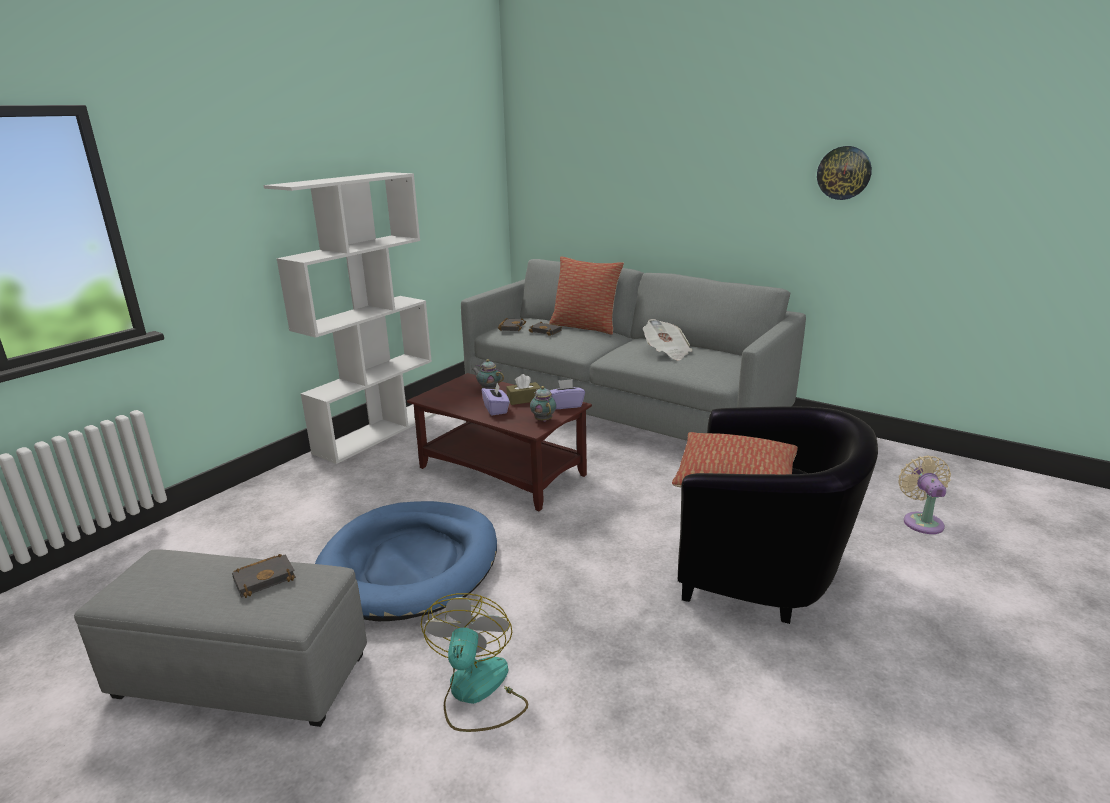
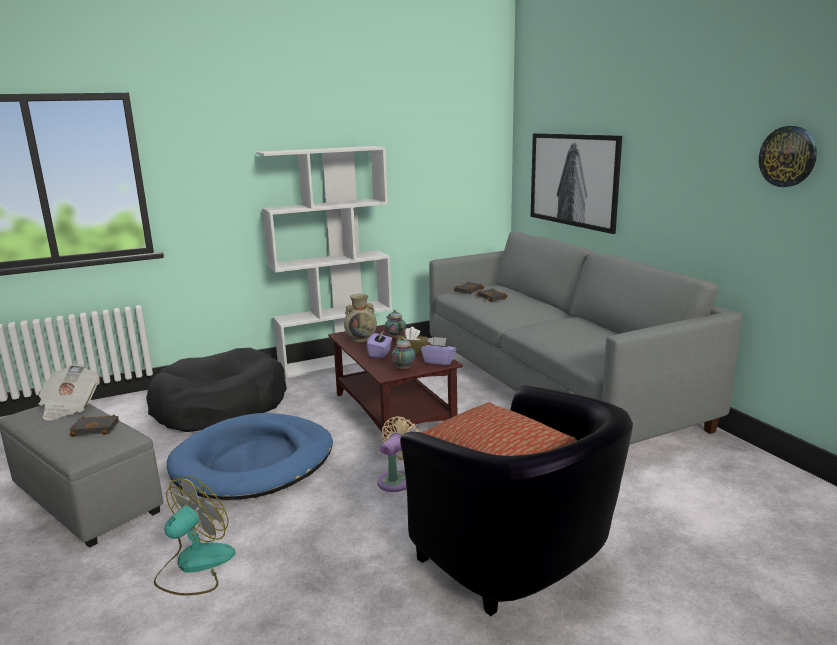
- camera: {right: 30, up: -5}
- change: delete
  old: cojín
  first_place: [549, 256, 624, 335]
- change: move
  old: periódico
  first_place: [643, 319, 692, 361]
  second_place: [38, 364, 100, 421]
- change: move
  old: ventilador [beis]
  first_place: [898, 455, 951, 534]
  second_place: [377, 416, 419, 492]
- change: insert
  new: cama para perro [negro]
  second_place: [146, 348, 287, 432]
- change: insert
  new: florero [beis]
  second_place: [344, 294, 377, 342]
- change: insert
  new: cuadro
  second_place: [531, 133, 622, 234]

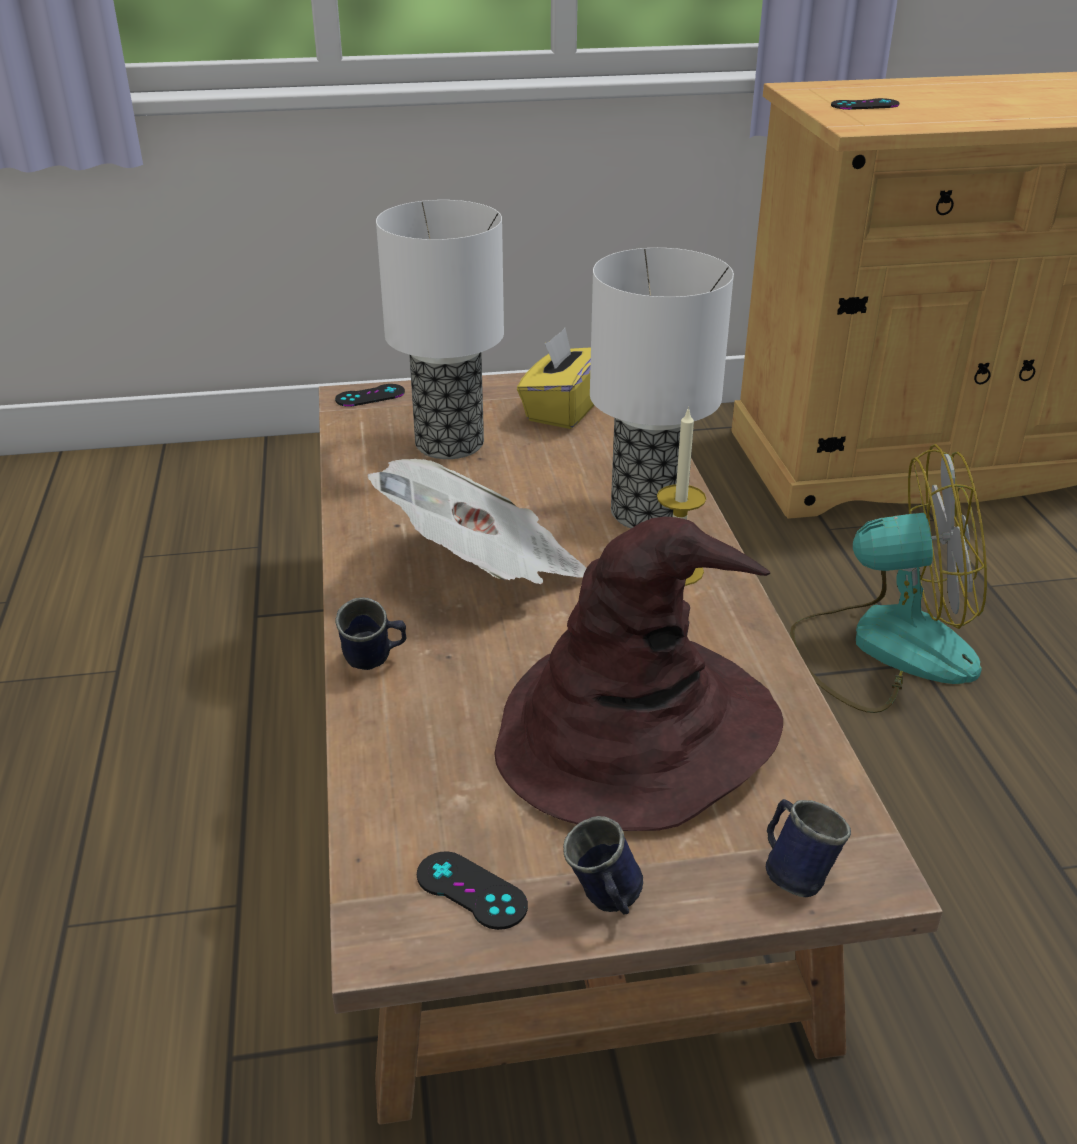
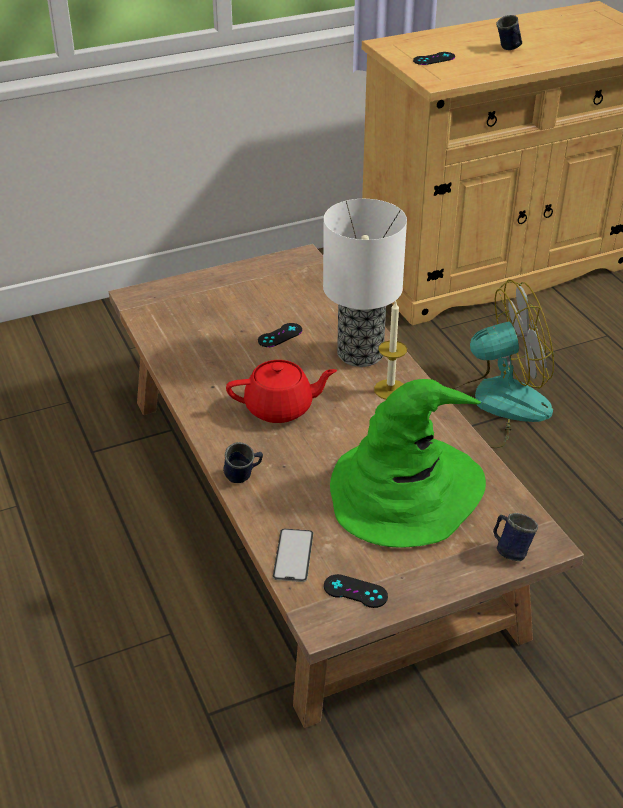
- camera: {right: -15, up: 5}
- change: move
  old: mando de consola [negro]
  first_place: [335, 384, 405, 407]
  second_place: [258, 323, 302, 347]
- change: replace
  old: periódico
  new: tetera [rojo]
  first_place: [368, 459, 586, 584]
  second_place: [226, 360, 337, 423]
- change: delete
  old: lámpara de mesa
  first_place: [376, 200, 504, 459]
- change: recolor
  old: sombrero [marrón]
  new: sombrero [verde]
  first_place: [494, 517, 783, 831]
  second_place: [330, 379, 486, 548]
- change: delete
  old: caja de pañuelos [amarillo]
  first_place: [517, 328, 594, 429]
- change: move
  old: taza grande [azul]
  first_place: [563, 816, 643, 915]
  second_place: [496, 15, 522, 50]
- change: insert
  new: móvil
  second_place: [273, 529, 313, 582]

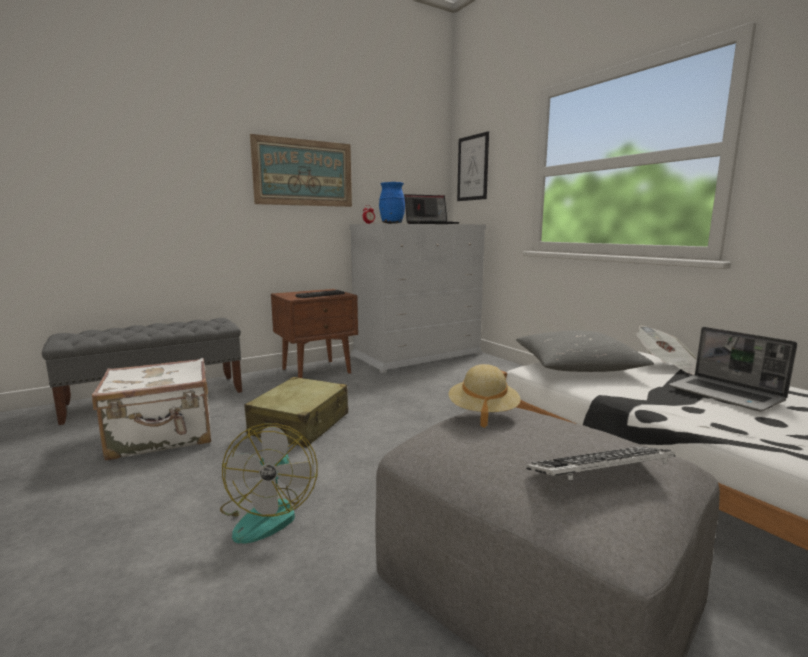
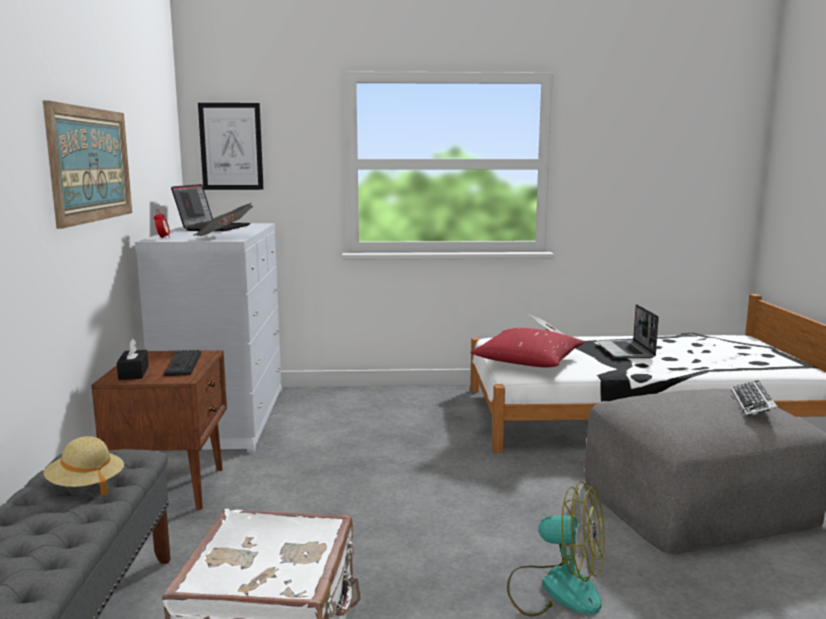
- camera: {right: -60, up: 0}
- change: delete
  old: maleta [beis]
  first_place: [245, 377, 348, 447]
- change: replace
  old: florero [azul]
  new: periódico
  first_place: [379, 182, 405, 224]
  second_place: [194, 203, 253, 236]
- change: move
  old: sombrero [beis]
  first_place: [449, 364, 521, 428]
  second_place: [44, 436, 124, 496]
- change: recolor
  old: cojín [gris]
  new: cojín [rojo]
  first_place: [516, 331, 654, 372]
  second_place: [470, 328, 585, 367]
- change: rotate
  old: portátil
  first_place: [669, 327, 797, 411]
  second_place: [596, 304, 659, 358]
  degrees: 90
- change: insert
  new: caja de pañuelos [negro]
  second_place: [117, 338, 149, 380]

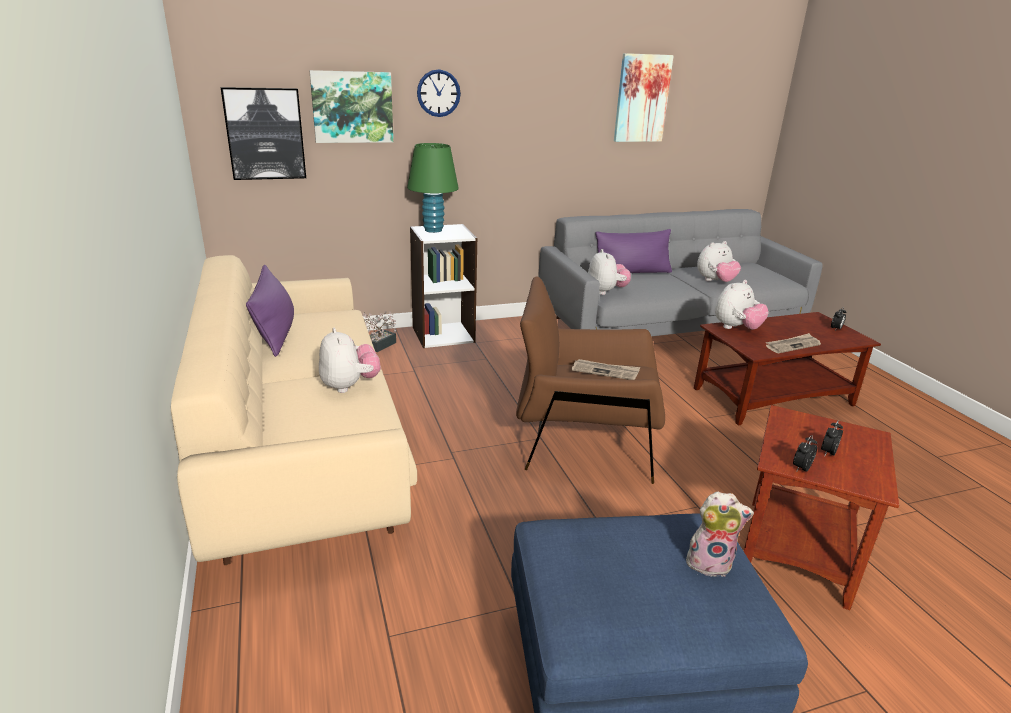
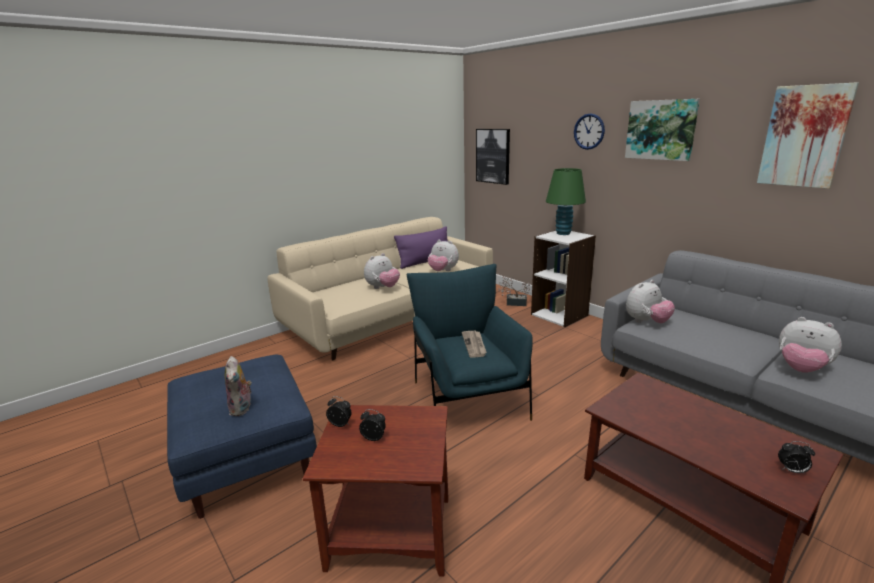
- camera: {right: 70, up: -5}
- change: move
  old: cuadro
  first_place: [309, 70, 393, 143]
  second_place: [625, 99, 700, 161]
- change: recolor
  old: sillón [marrón]
  new: sillón [azul]
  first_place: [516, 276, 665, 484]
  second_place: [406, 264, 533, 421]
- change: delete
  old: cojín [morado]
  first_place: [595, 229, 672, 273]
- change: move
  old: peluche
  first_place: [715, 280, 769, 330]
  second_place: [428, 240, 459, 271]
- change: delete
  old: periódico
  first_place: [766, 333, 821, 353]

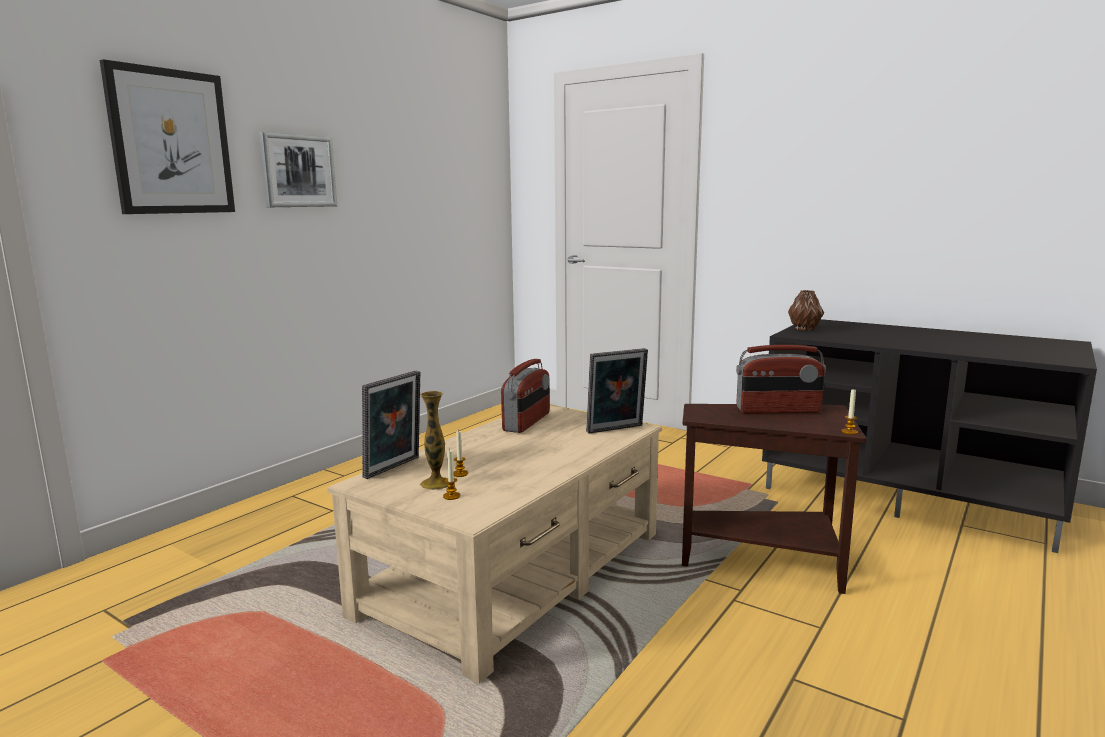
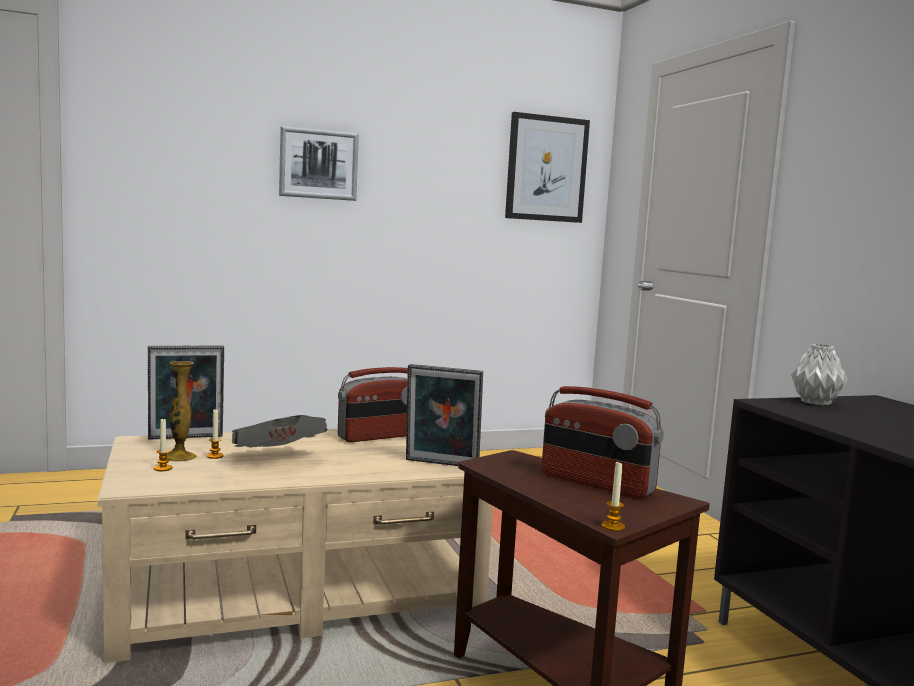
- camera: {right: 35, up: -5}
- change: move
  old: cuadro
  first_place: [100, 59, 235, 214]
  second_place: [505, 112, 590, 223]
- change: recolor
  old: florero [marrón]
  new: florero [gris]
  first_place: [788, 290, 824, 331]
  second_place: [791, 344, 848, 406]
- change: insert
  new: periódico
  second_place: [232, 415, 328, 447]

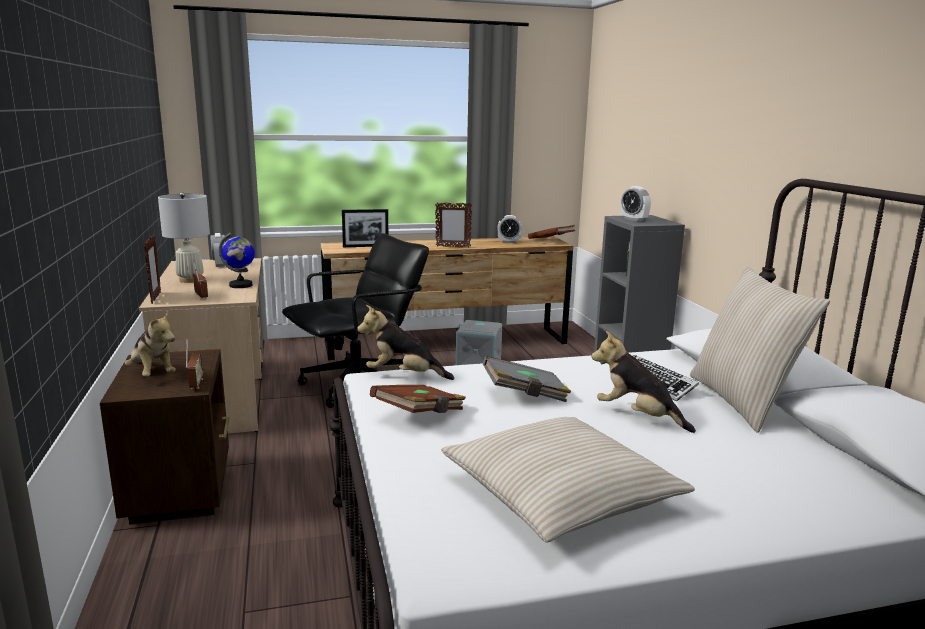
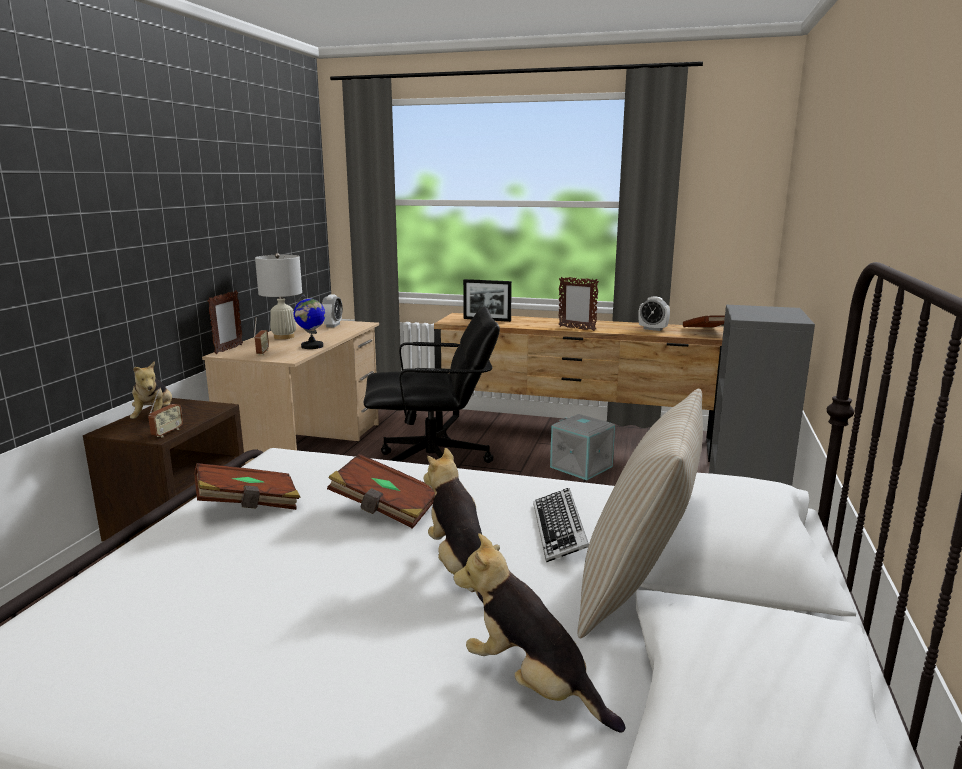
- camera: {right: 30, up: 0}
- change: move
  old: peluche
  first_place: [357, 305, 454, 380]
  second_place: [454, 533, 626, 733]
- change: delete
  old: cojín [beis]
  first_place: [441, 417, 695, 542]
- change: recolor
  old: libro [gris]
  new: libro [marrón]
  first_place: [483, 356, 571, 402]
  second_place: [327, 454, 435, 529]
- change: delete
  old: despertador
  first_place: [621, 186, 651, 221]

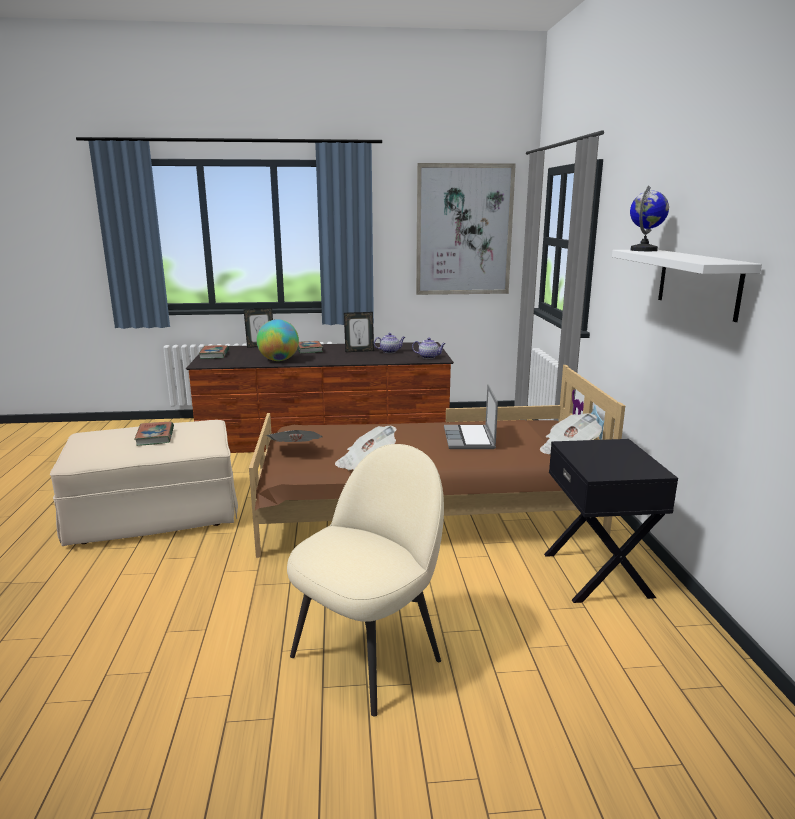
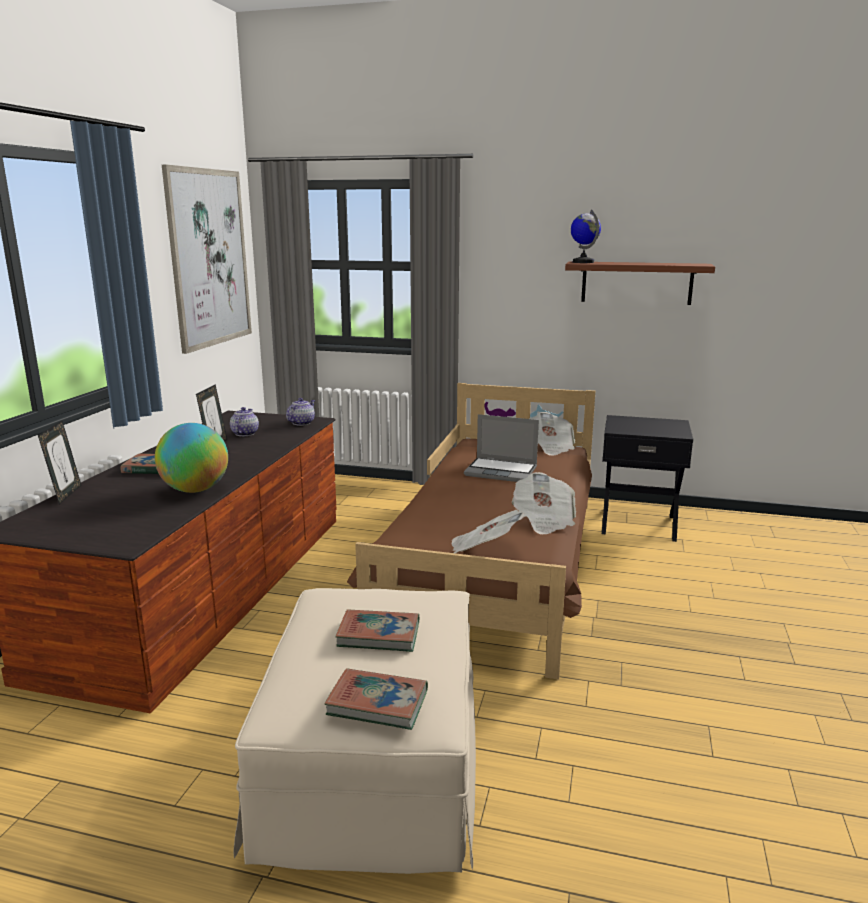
- camera: {right: -70, up: 0}
- change: move
  old: libro
  first_place: [198, 345, 229, 359]
  second_place: [325, 668, 428, 730]
- change: delete
  old: silla [beis]
  first_place: [287, 444, 444, 716]
- change: recolor
  old: estante [blanco]
  new: estante [marrón]
  first_place: [612, 250, 762, 322]
  second_place: [565, 261, 715, 305]

